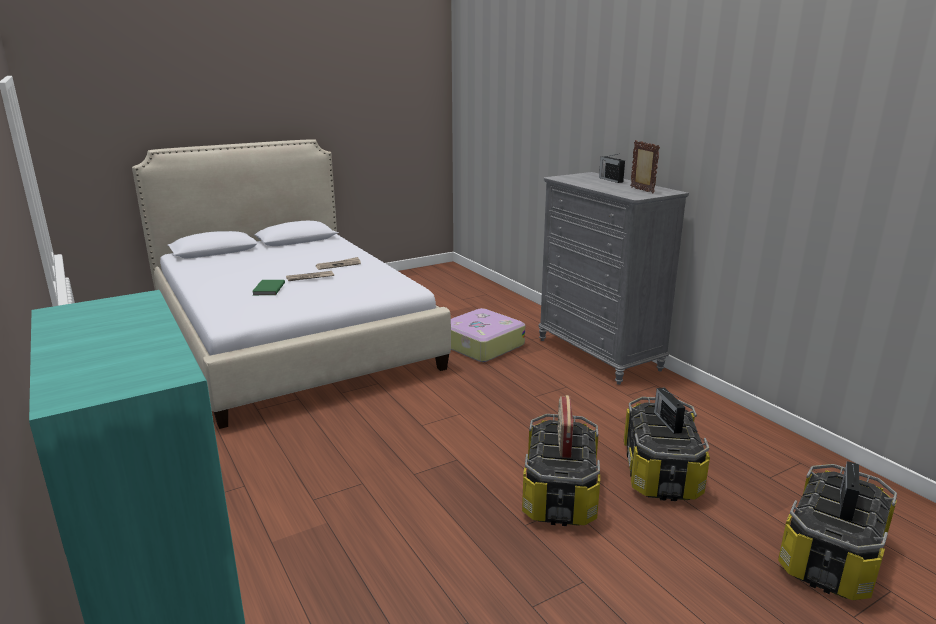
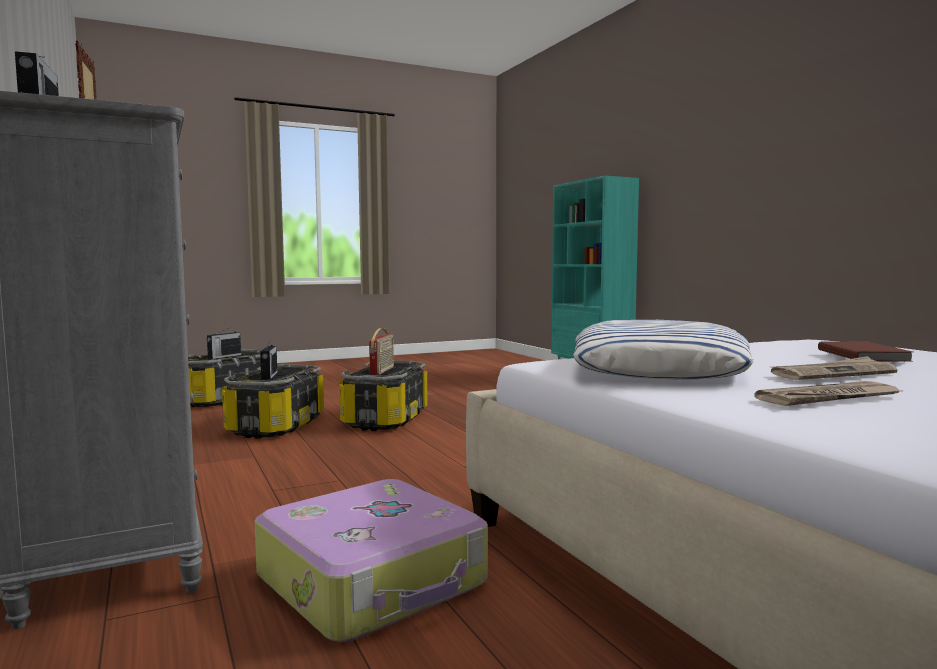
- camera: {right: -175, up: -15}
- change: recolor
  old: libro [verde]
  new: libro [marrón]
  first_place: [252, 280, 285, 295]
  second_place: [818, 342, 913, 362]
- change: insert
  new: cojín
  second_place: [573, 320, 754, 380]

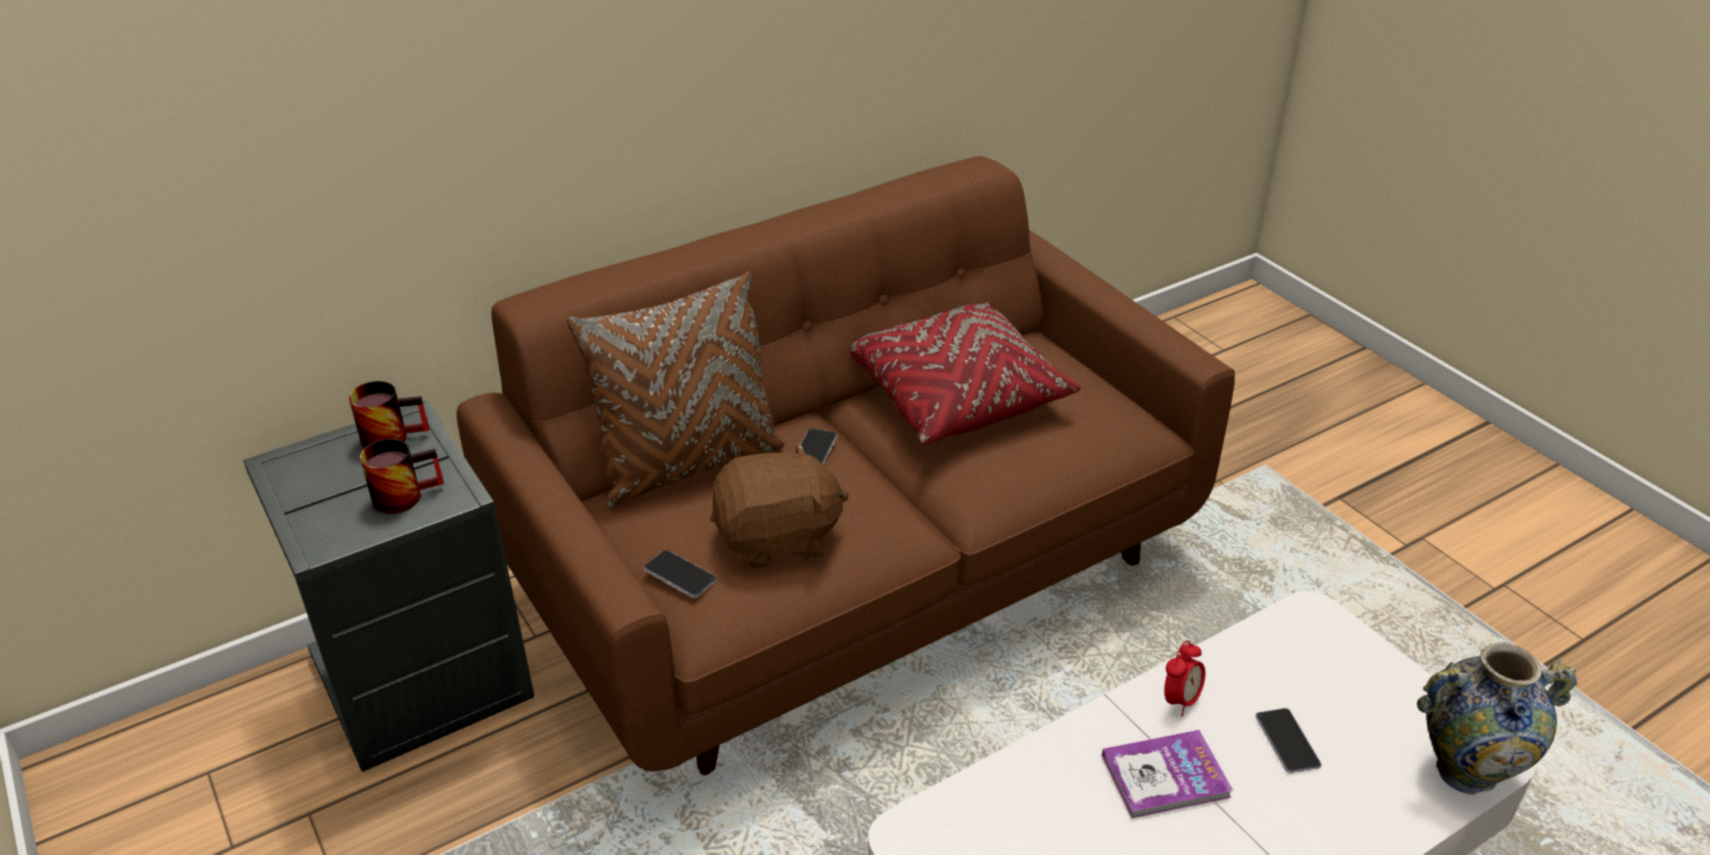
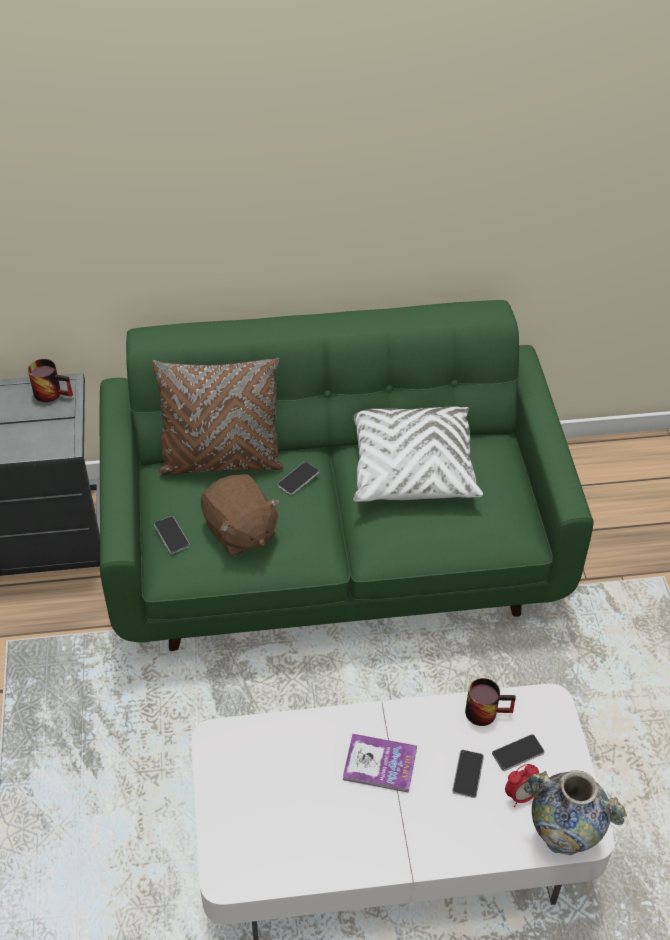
- camera: {right: 25, up: 10}
- change: move
  old: taza grande
  first_place: [360, 439, 444, 514]
  second_place: [465, 678, 516, 726]
- change: recolor
  old: sofá [marrón]
  new: sofá [verde]
  first_place: [457, 156, 1235, 775]
  second_place: [100, 300, 594, 651]
- change: rotate
  old: peluche [marrón]
  first_place: [710, 441, 849, 568]
  second_place: [201, 474, 280, 556]
  degrees: 45
- change: recolor
  old: cojín [rojo]
  new: cojín [blanco]
  first_place: [850, 302, 1081, 444]
  second_place: [353, 406, 483, 502]
- change: move
  old: despertador
  first_place: [1164, 640, 1205, 716]
  second_place: [505, 764, 540, 807]
- change: insert
  new: móvil
  second_place: [492, 734, 545, 771]

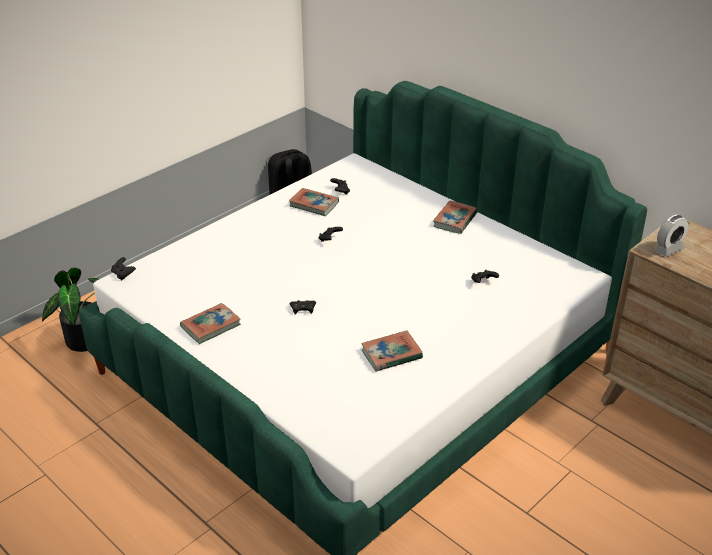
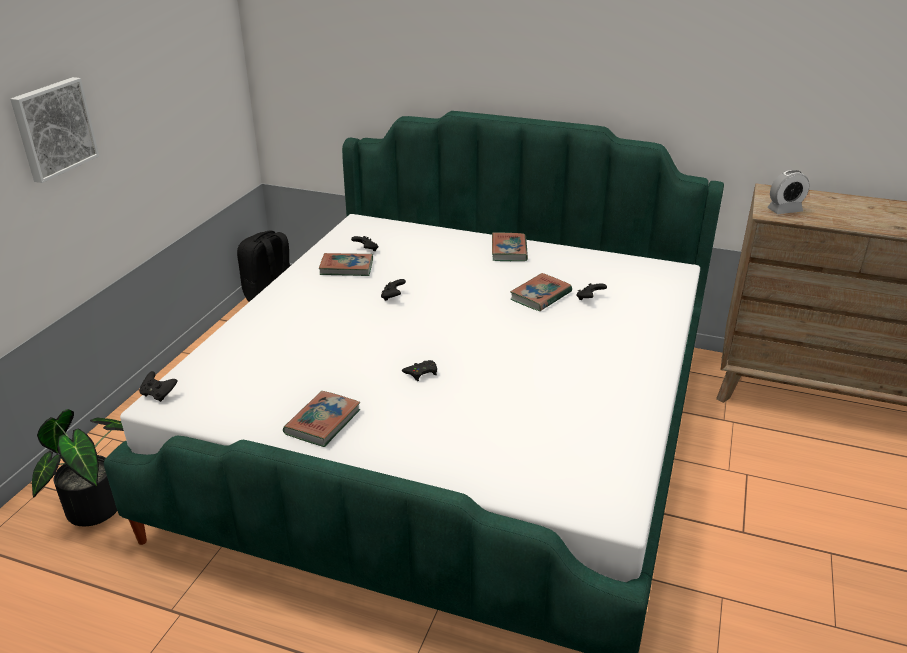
- camera: {right: -25, up: -5}
- change: move
  old: libro
  first_place: [361, 330, 423, 371]
  second_place: [510, 273, 572, 311]
- change: rotate
  old: despertador
  first_place: [653, 215, 689, 257]
  second_place: [767, 170, 810, 214]
  degrees: 45
- change: insert
  new: cuadro
  second_place: [10, 77, 99, 183]

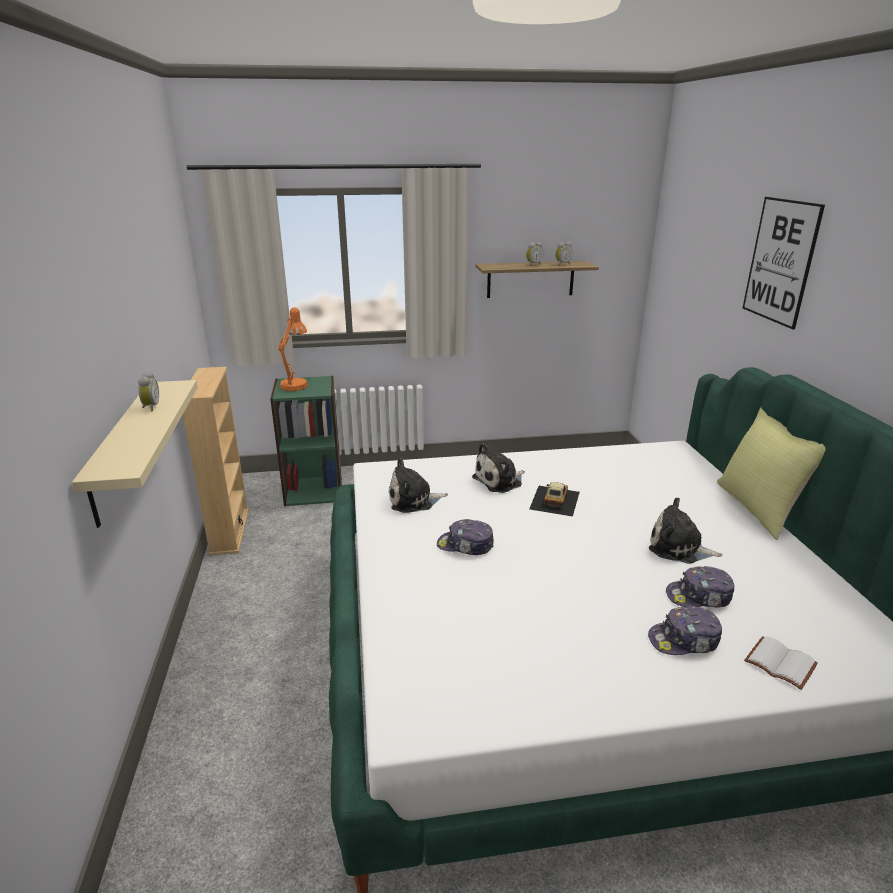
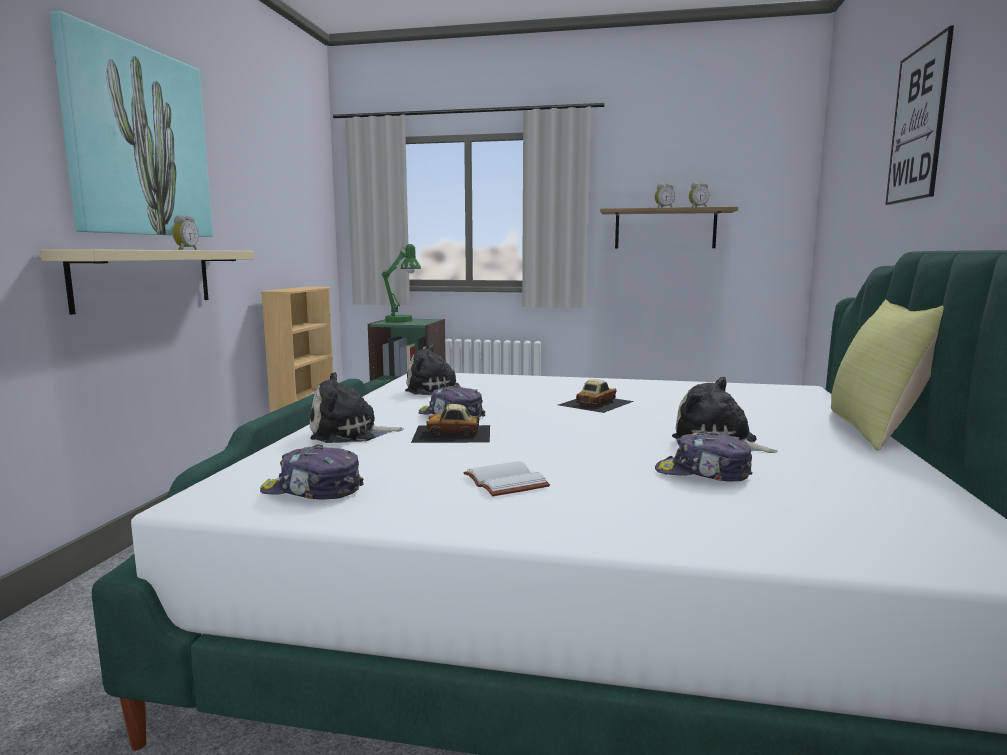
- camera: {right: 20, up: -15}
- change: recolor
  old: lámpara de mesa [naranja]
  new: lámpara de mesa [verde]
  first_place: [278, 307, 308, 391]
  second_place: [382, 244, 421, 322]
- change: move
  old: peluche
  first_place: [472, 443, 525, 493]
  second_place: [310, 372, 403, 443]
- change: move
  old: gorra
  first_place: [648, 606, 722, 655]
  second_place: [260, 444, 364, 500]
- change: move
  old: libro [blanco]
  first_place: [744, 636, 818, 690]
  second_place: [463, 461, 550, 496]
- change: insert
  new: cuadro
  second_place: [50, 11, 213, 237]
- change: insert
  new: coche de juguete
  second_place: [411, 404, 490, 443]

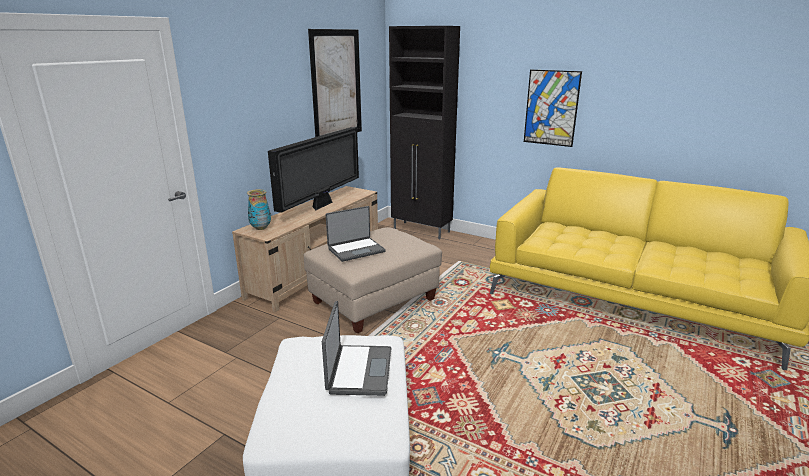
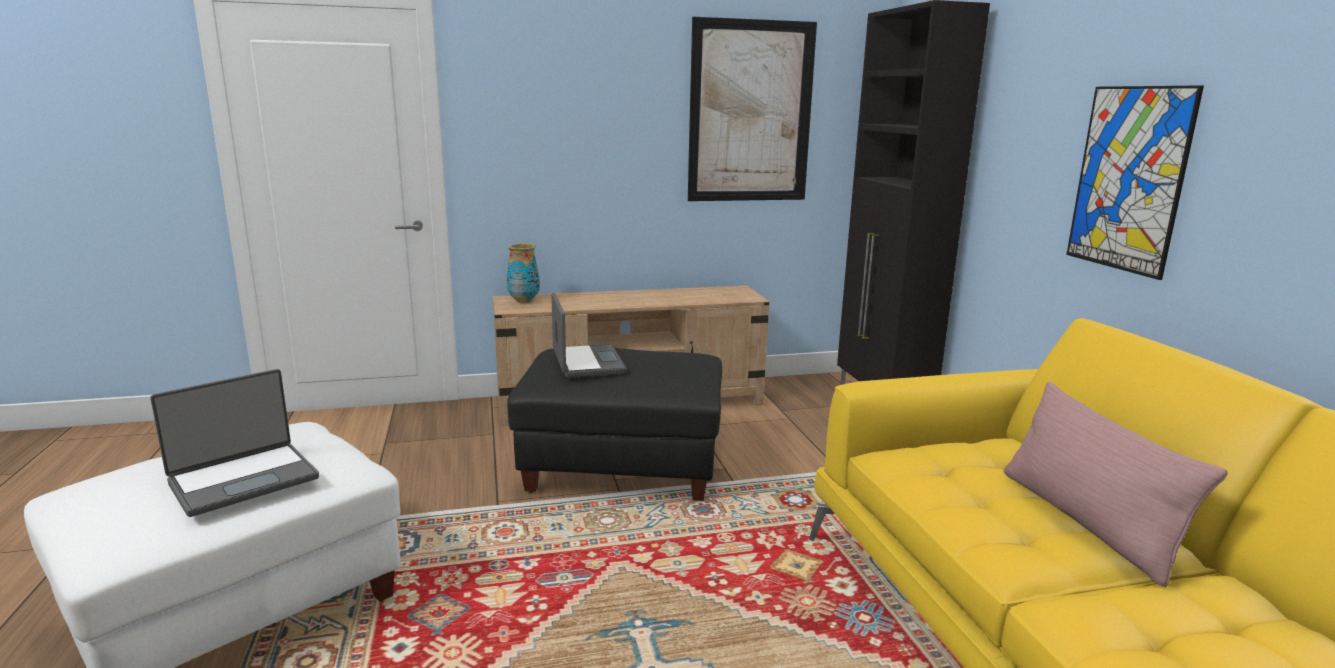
- camera: {right: 45, up: -5}
- change: delete
  old: televisor
  first_place: [268, 127, 359, 213]
- change: recolor
  old: puf [beis]
  new: puf [negro]
  first_place: [304, 227, 442, 333]
  second_place: [507, 348, 722, 501]
- change: rotate
  old: portátil
  first_place: [326, 206, 386, 262]
  second_place: [551, 293, 627, 378]
  degrees: -120
- change: insert
  new: cojín [rosa]
  second_place: [1003, 382, 1228, 587]

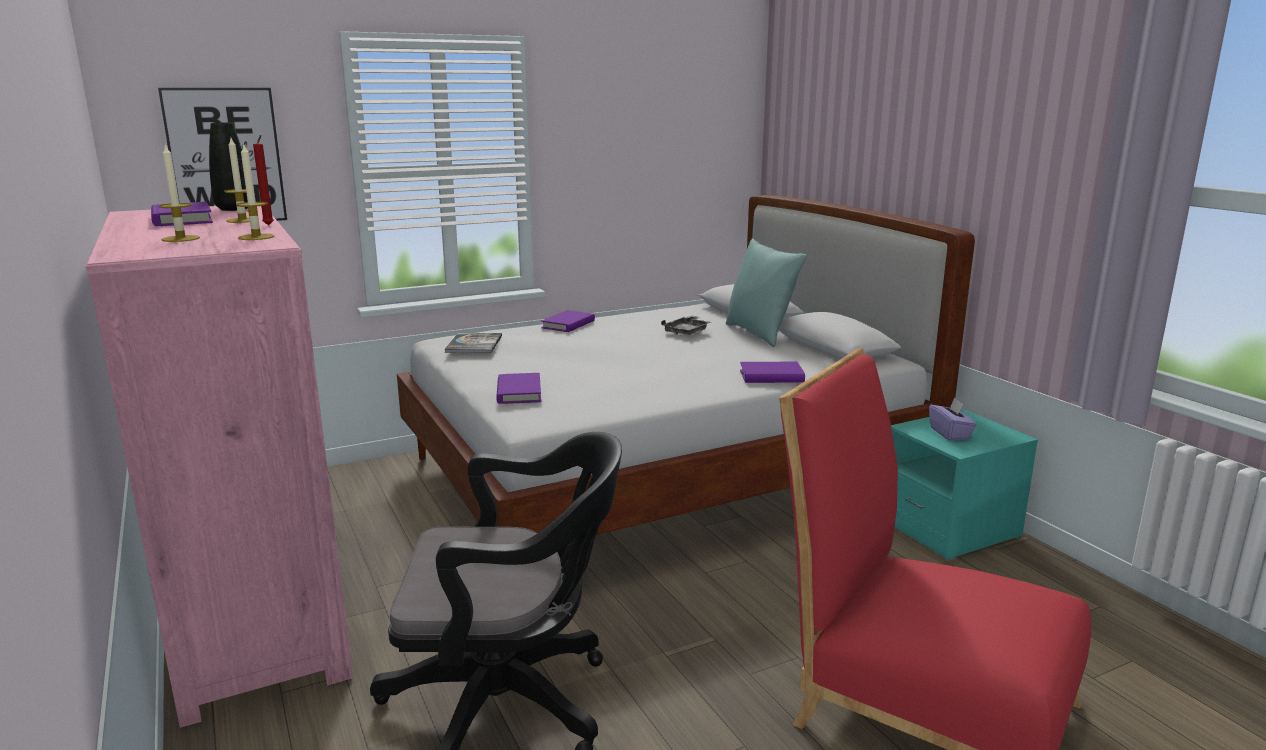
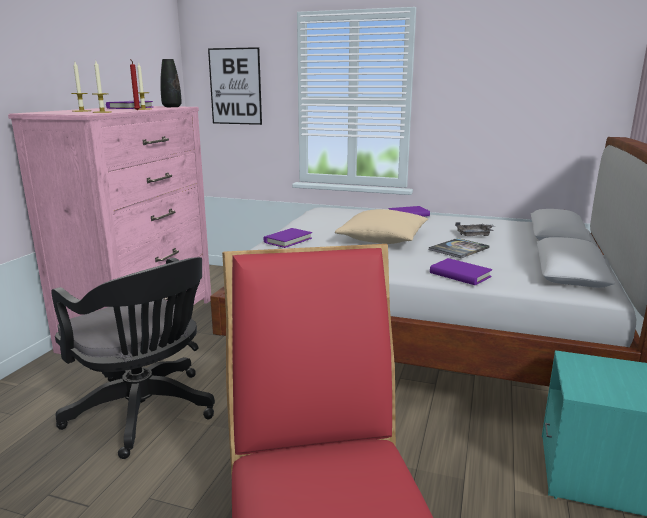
- camera: {right: 45, up: 0}
- change: move
  old: libro
  first_place: [444, 333, 502, 353]
  second_place: [428, 238, 490, 258]
- change: delete
  old: cojín [turquesa]
  first_place: [726, 238, 807, 347]
- change: delete
  old: caja de pañuelos [morado]
  first_place: [929, 398, 977, 441]
- change: insert
  new: cojín [beis]
  second_place: [335, 209, 428, 244]

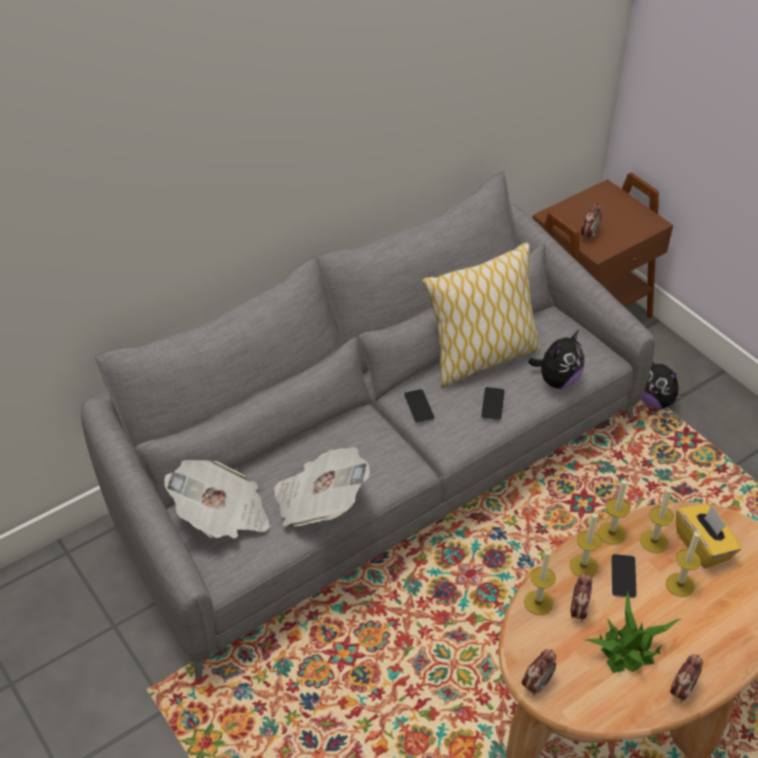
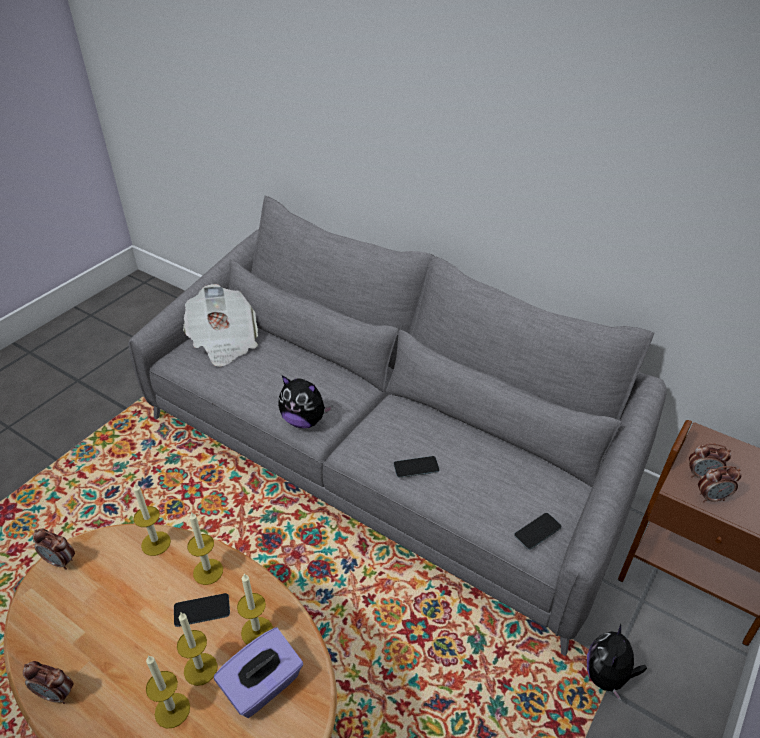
- camera: {right: 70, up: -5}
- change: delete
  old: periódico
  first_place: [274, 447, 370, 527]
- change: move
  old: móvil
  first_place: [404, 389, 435, 423]
  second_place: [514, 513, 562, 550]
- change: delete
  old: cojín
  first_place: [422, 242, 541, 388]
- change: move
  old: peluche
  first_place: [528, 330, 584, 389]
  second_place: [278, 376, 333, 428]
- change: move
  old: despertador
  first_place: [570, 573, 592, 622]
  second_place: [698, 466, 741, 502]
- change: delete
  old: planta en maceta
  first_place: [584, 591, 683, 673]
- change: move
  old: vela
  first_place: [598, 477, 630, 545]
  second_place: [146, 655, 190, 728]
- change: recolor
  old: caja de pañuelos [amarillo]
  new: caja de pañuelos [morado]
  first_place: [676, 504, 741, 569]
  second_place: [214, 627, 303, 718]

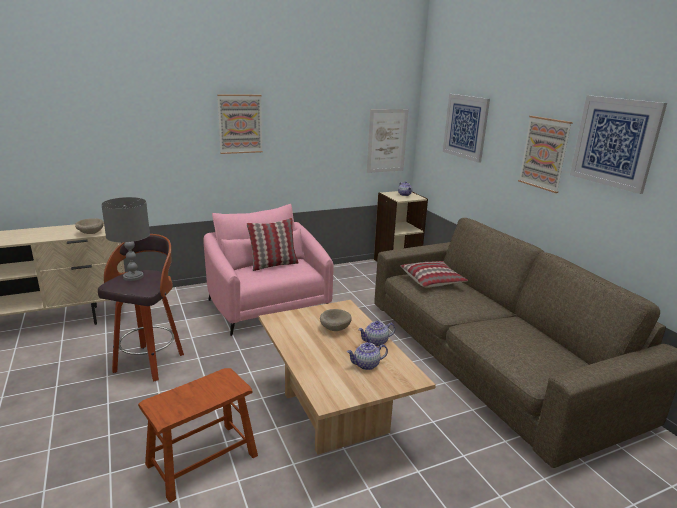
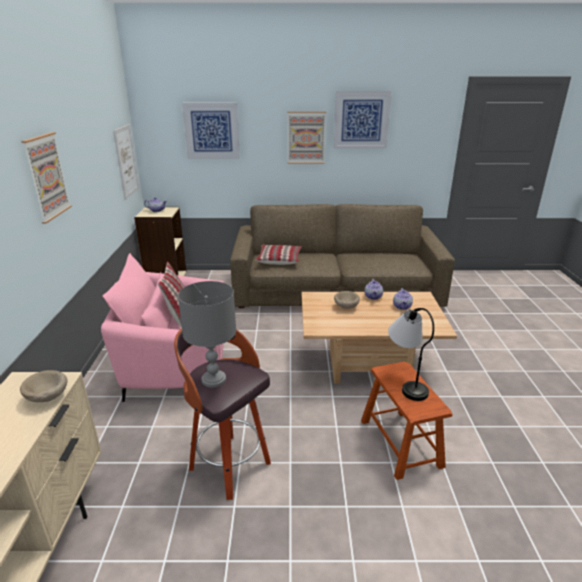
- camera: {right: -65, up: 5}
- change: insert
  new: lámpara de mesa
  second_place: [388, 308, 434, 401]

